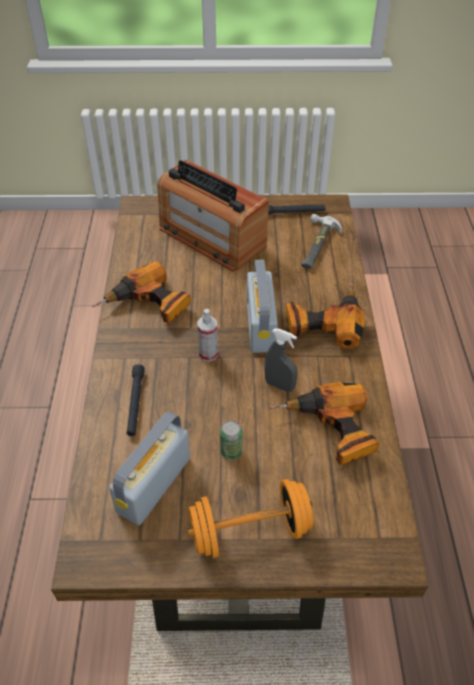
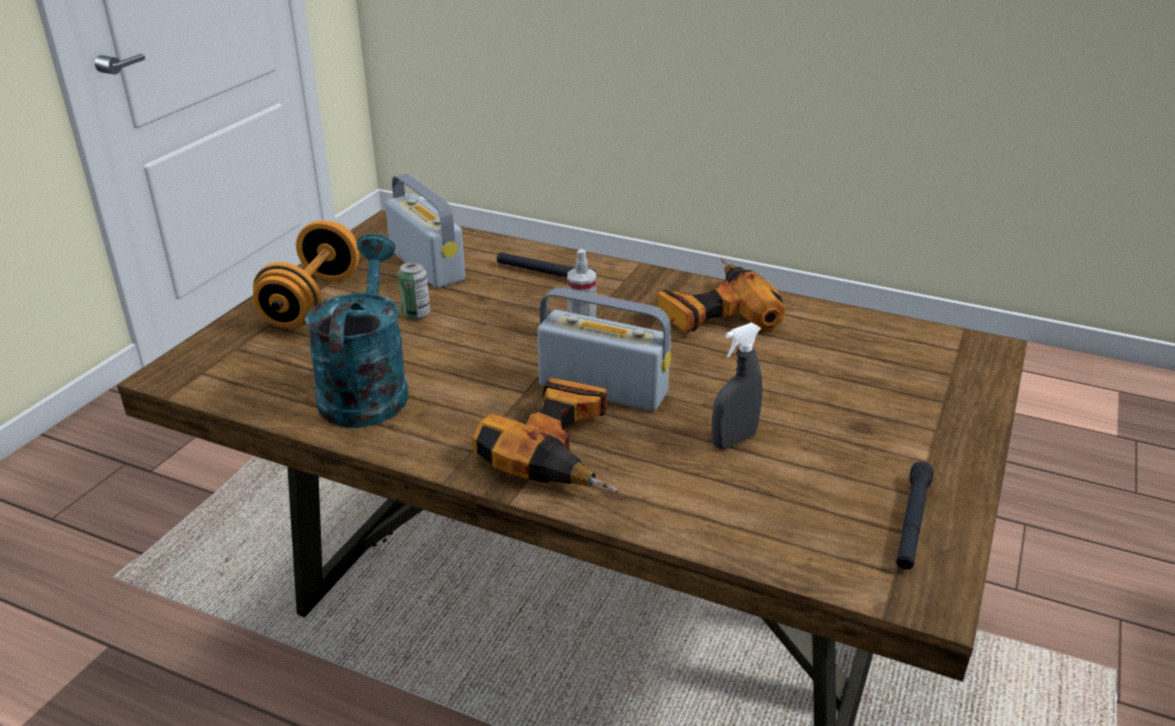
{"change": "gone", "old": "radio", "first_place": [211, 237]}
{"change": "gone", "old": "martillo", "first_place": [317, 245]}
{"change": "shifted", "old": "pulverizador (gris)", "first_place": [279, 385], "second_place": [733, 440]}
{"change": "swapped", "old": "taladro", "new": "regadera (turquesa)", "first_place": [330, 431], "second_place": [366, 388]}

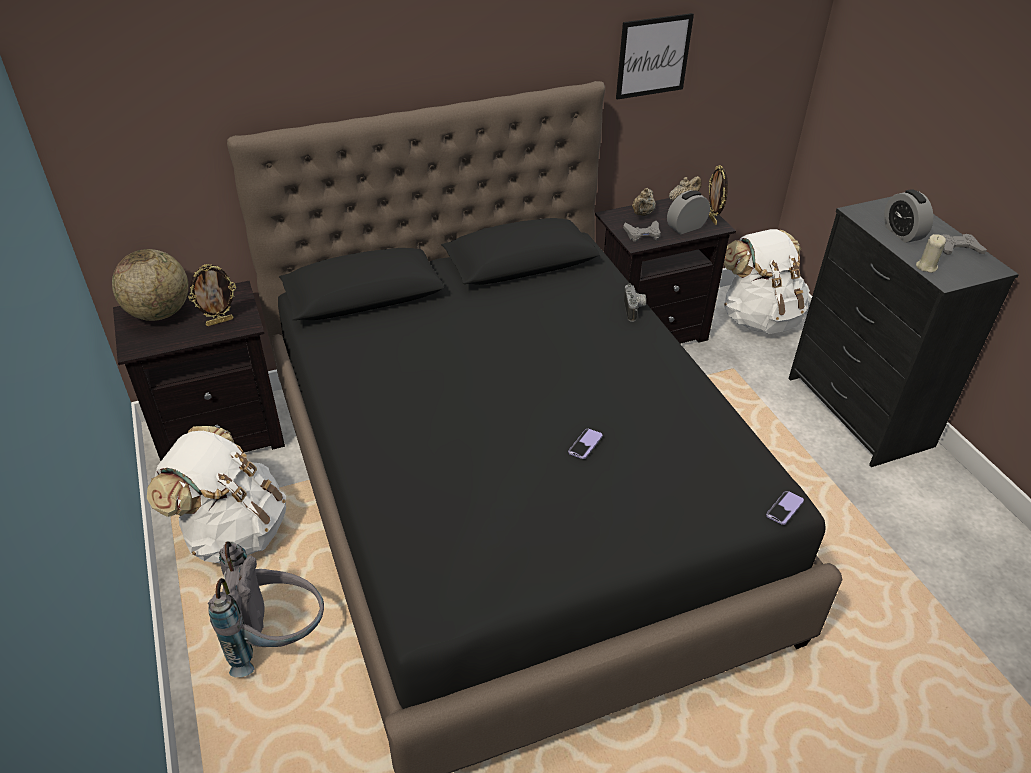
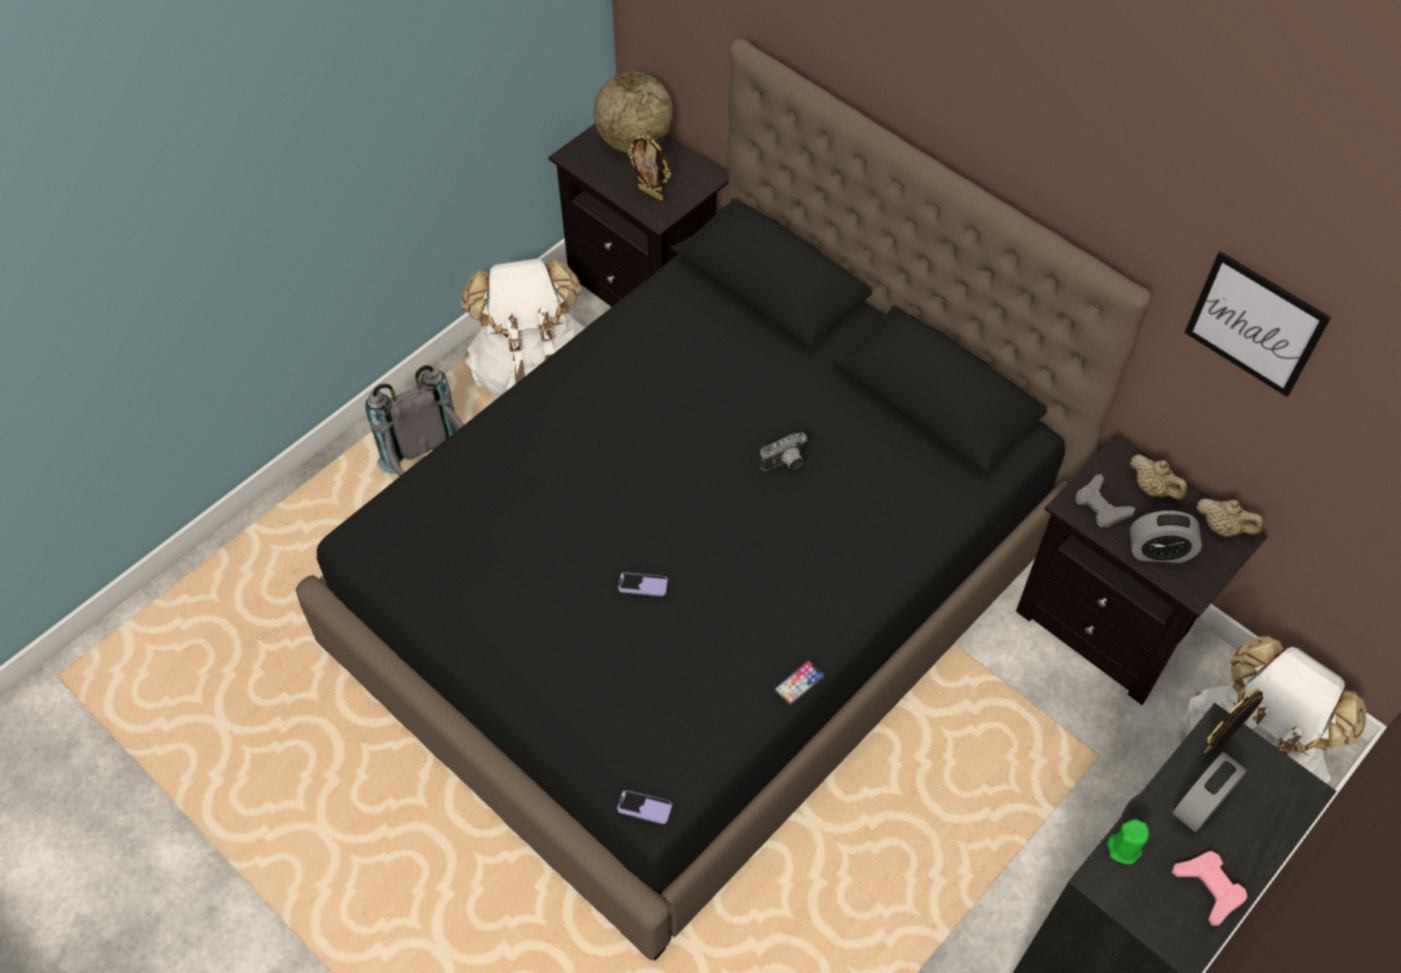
{"change": "shifted", "old": "portarretratos", "first_place": [712, 219], "second_place": [1218, 743]}
{"change": "rotated", "old": "tetera (beis)", "first_place": [642, 214], "second_place": [1153, 488], "degrees": -135}
{"change": "rotated", "old": "despertador", "first_place": [686, 227], "second_place": [1158, 551], "degrees": 150}
{"change": "repainted", "old": "vela (beis)", "new": "vela (verde)", "first_place": [926, 266], "second_place": [1124, 848]}
{"change": "repainted", "old": "mando de consola (gris)", "new": "mando de consola (rosa)", "first_place": [958, 249], "second_place": [1209, 888]}
{"change": "shifted", "old": "cámara", "first_place": [634, 310], "second_place": [785, 463]}
{"change": "new", "new": "móvil", "second_place": [799, 683]}

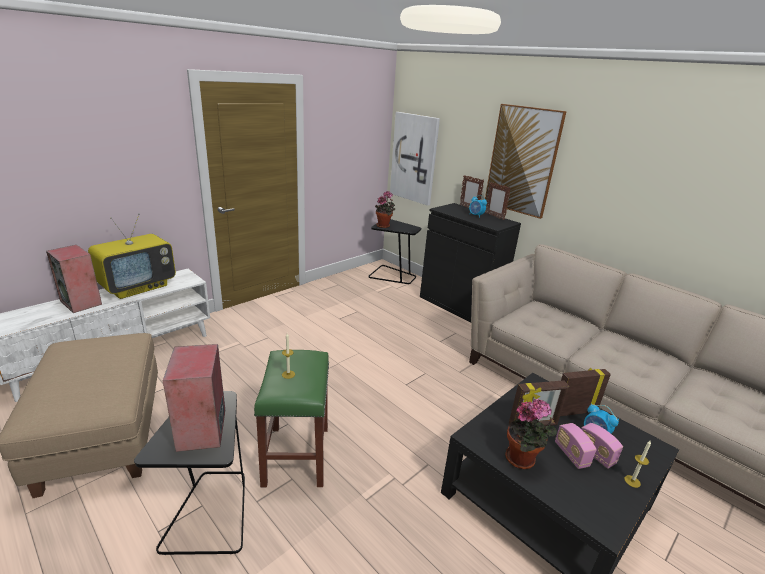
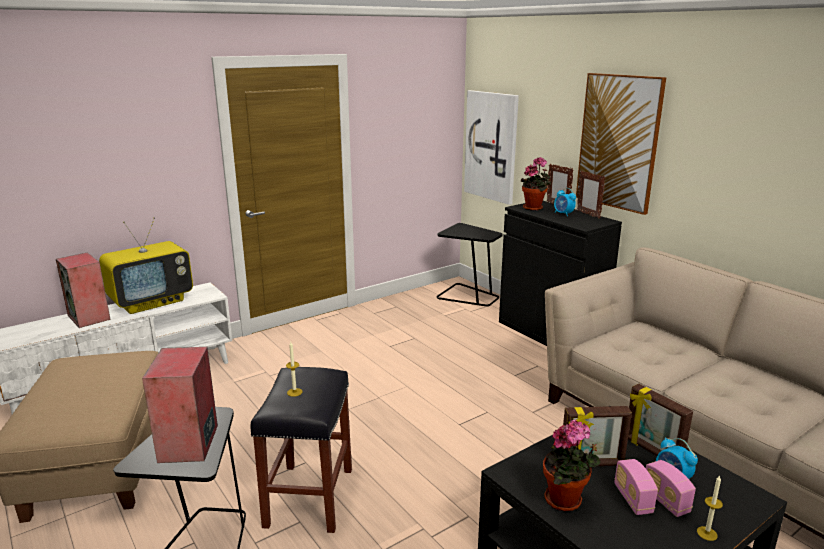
{"change": "shifted", "old": "planta en maceta", "first_place": [384, 226], "second_place": [534, 208]}
{"change": "repainted", "old": "taburete (verde)", "new": "taburete (negro)", "first_place": [296, 454], "second_place": [309, 496]}
{"change": "rotated", "old": "portarretratos", "first_place": [574, 411], "second_place": [652, 451], "degrees": -120}

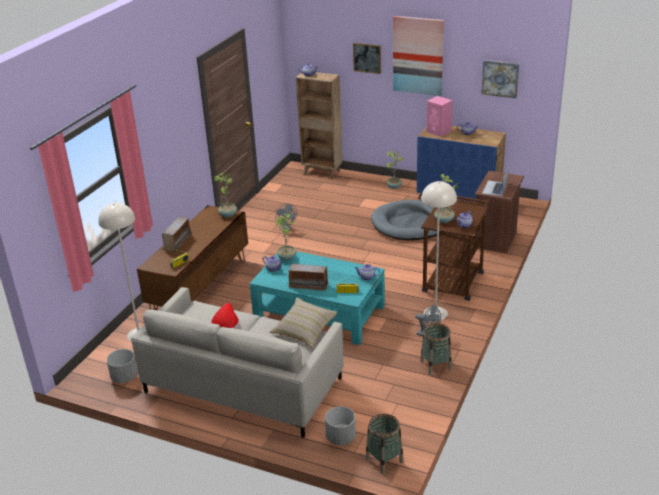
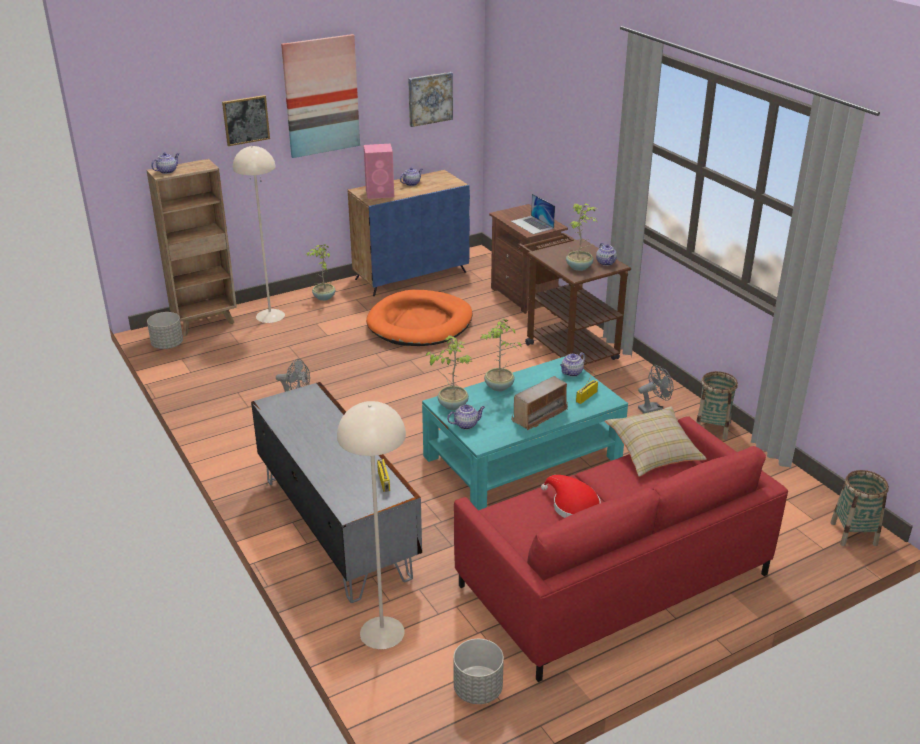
{"change": "shifted", "old": "planta en maceta", "first_place": [227, 215], "second_place": [498, 387]}
{"change": "shifted", "old": "lámpara de pie (beis)", "first_place": [435, 313], "second_place": [270, 315]}
{"change": "repainted", "old": "cama para perro (gris)", "new": "cama para perro (naranja)", "first_place": [410, 224], "second_place": [420, 323]}
{"change": "repainted", "old": "mueble de televisión (marrón)", "new": "mueble de televisión (gris)", "first_place": [200, 287], "second_place": [336, 526]}
{"change": "gone", "old": "radio", "first_place": [178, 242]}
{"change": "repainted", "old": "sofá (beis)", "new": "sofá (rojo)", "first_place": [243, 384], "second_place": [612, 579]}
{"change": "shifted", "old": "maceta (gris)", "first_place": [340, 438], "second_place": [167, 345]}

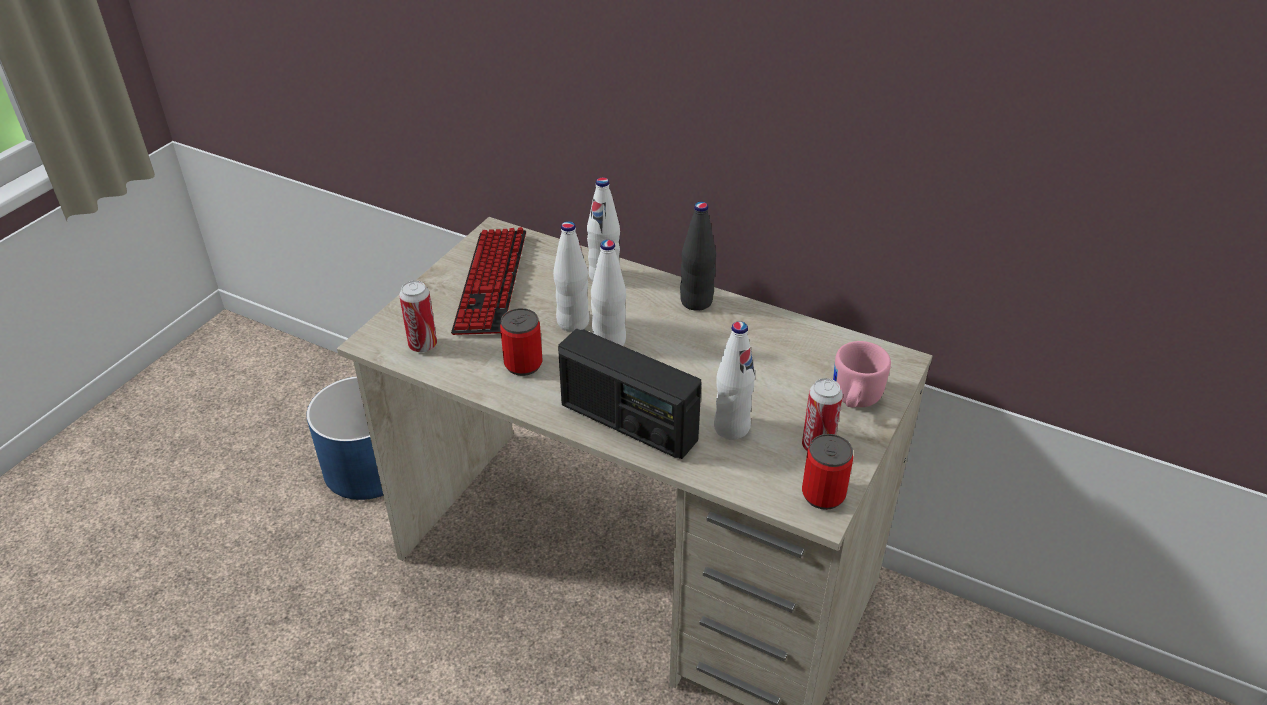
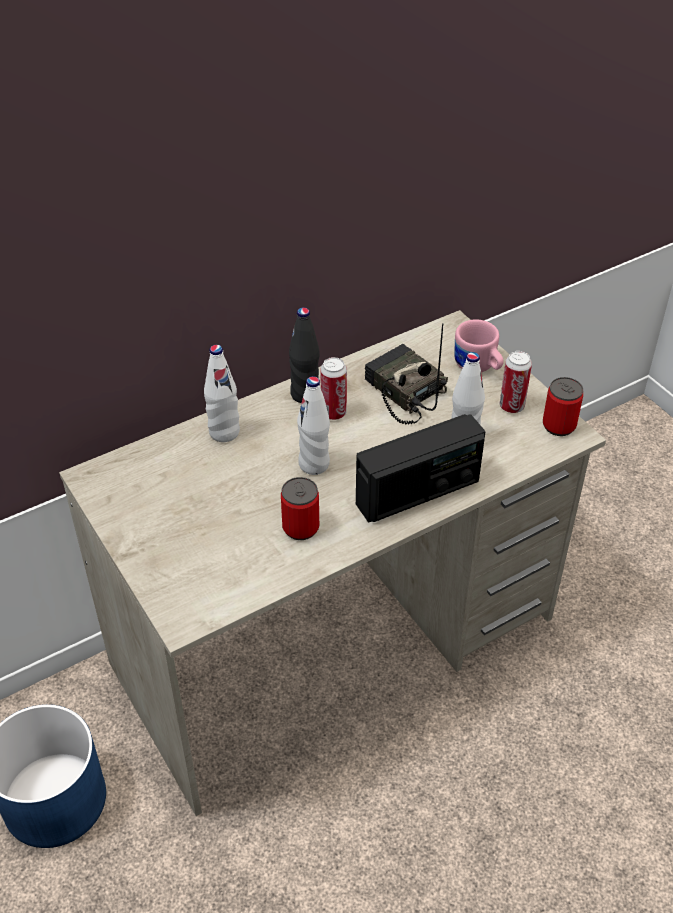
{"change": "gone", "old": "botella (blanco)", "first_place": [573, 322]}
{"change": "gone", "old": "teclado", "first_place": [491, 283]}
{"change": "shifted", "old": "lata", "first_place": [423, 345], "second_place": [333, 413]}
{"change": "new", "new": "radio", "second_place": [402, 391]}

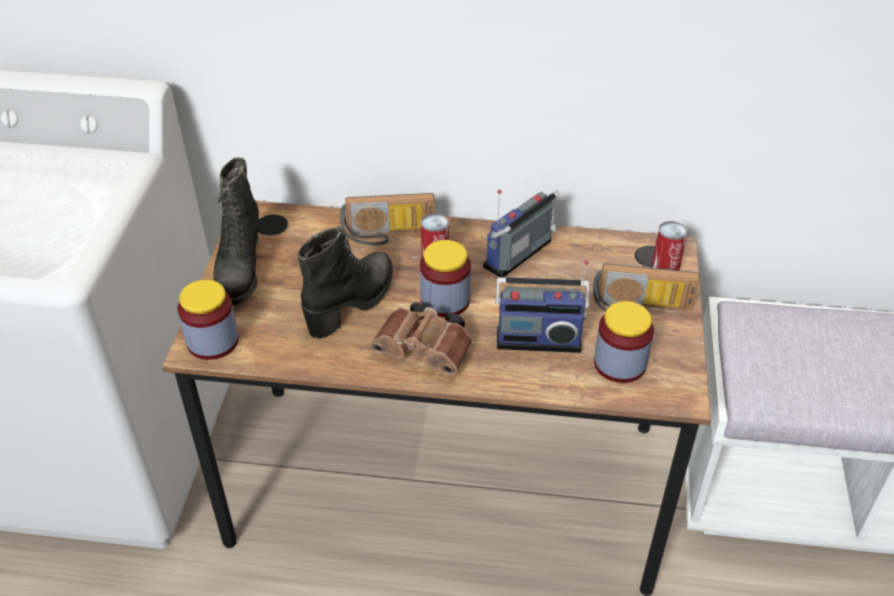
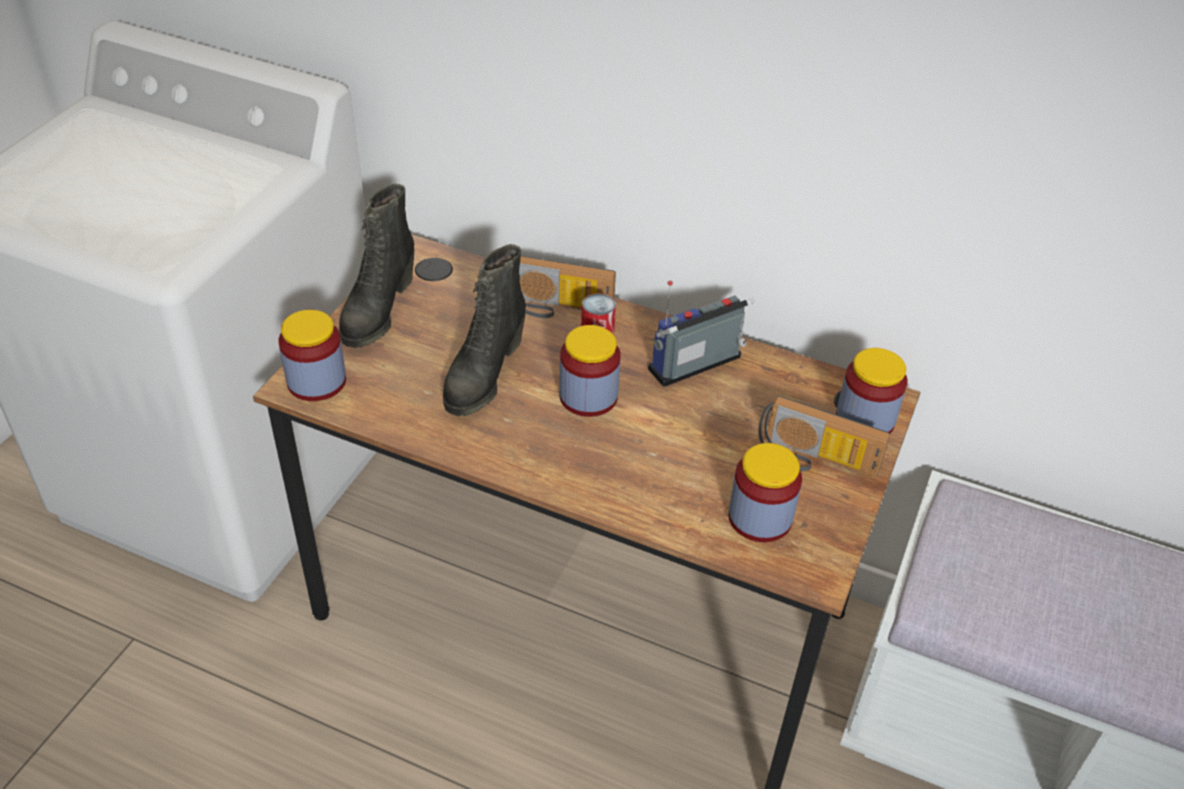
{"change": "swapped", "old": "lata", "new": "tarro", "first_place": [665, 267], "second_place": [865, 419]}
{"change": "rotated", "old": "bota (negro)", "first_place": [352, 303], "second_place": [483, 375], "degrees": 150}
{"change": "gone", "old": "radio", "first_place": [538, 337]}
{"change": "gone", "old": "prismáticos (marrón)", "first_place": [426, 351]}

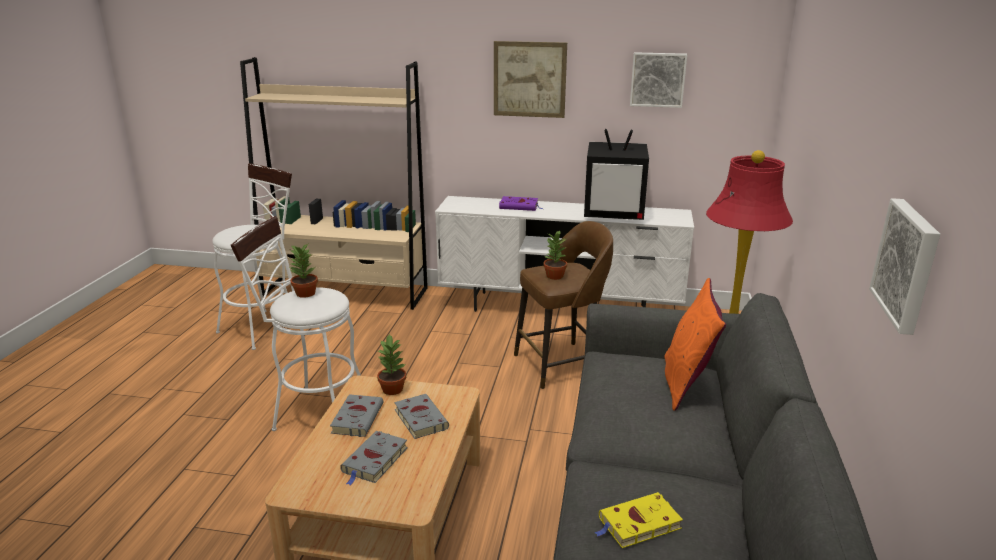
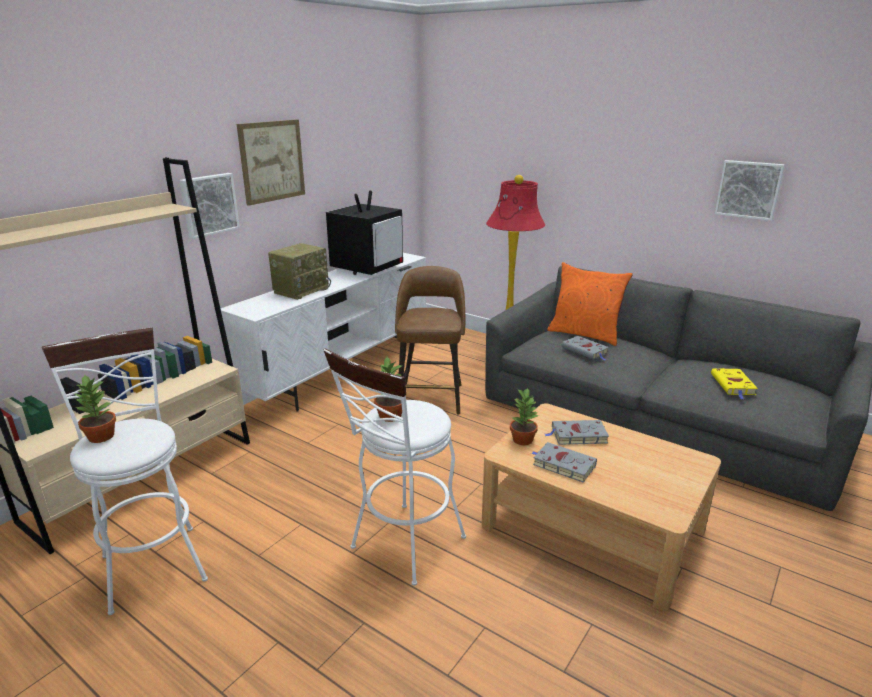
{"change": "shifted", "old": "cuadro", "first_place": [657, 79], "second_place": [208, 204]}
{"change": "swapped", "old": "libro (morado)", "new": "radio", "first_place": [520, 206], "second_place": [301, 290]}
{"change": "shifted", "old": "planta en maceta", "first_place": [554, 276], "second_place": [101, 437]}
{"change": "shifted", "old": "libro (gris)", "first_place": [374, 461], "second_place": [585, 351]}

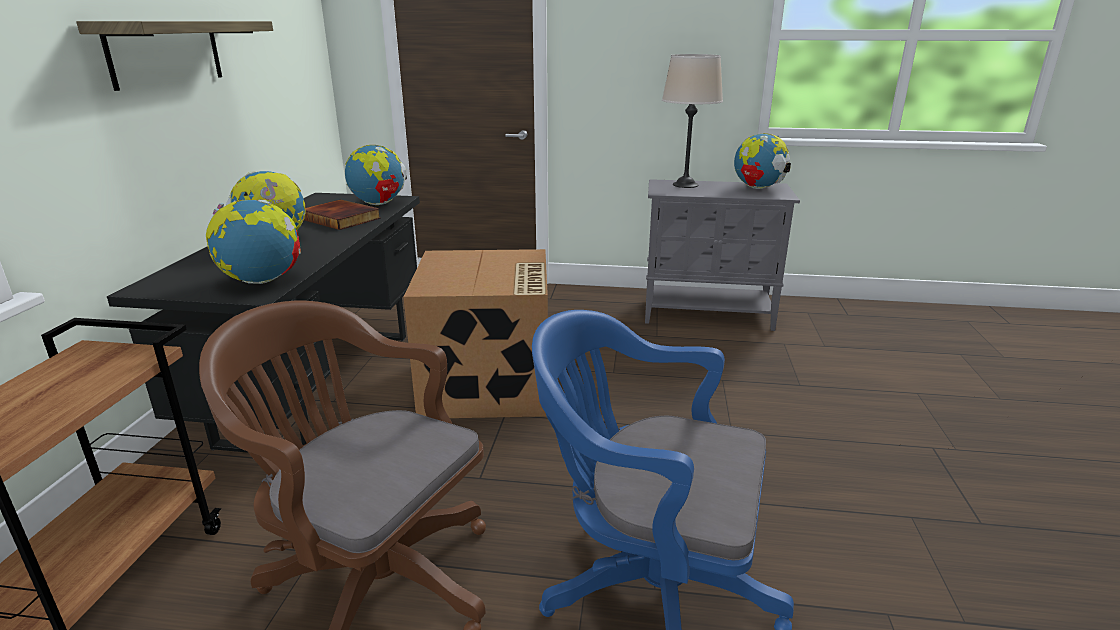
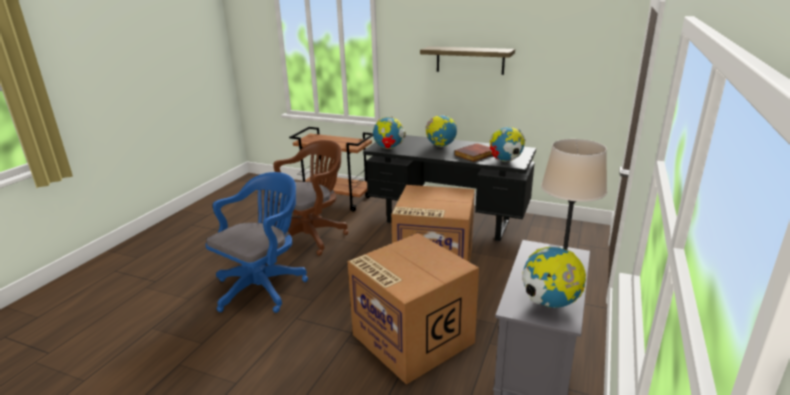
{"change": "new", "new": "caja de cartón", "second_place": [410, 338]}

